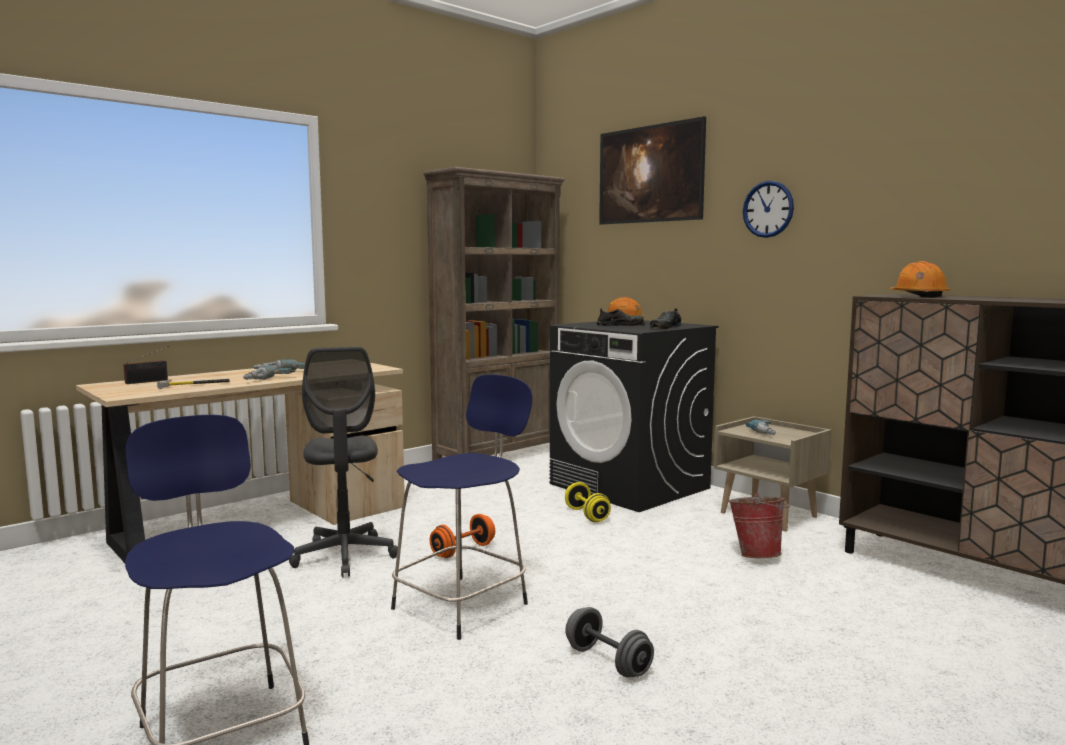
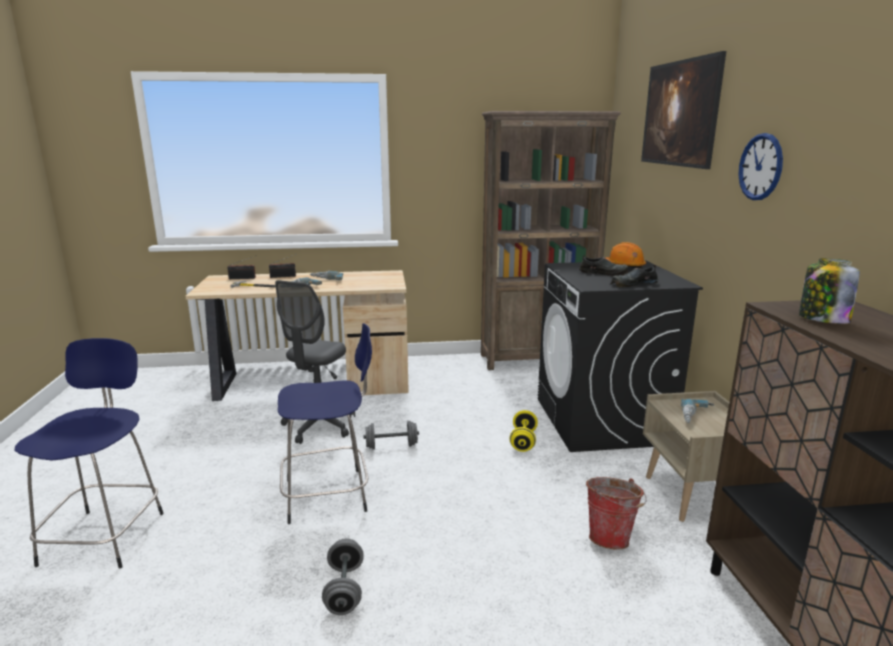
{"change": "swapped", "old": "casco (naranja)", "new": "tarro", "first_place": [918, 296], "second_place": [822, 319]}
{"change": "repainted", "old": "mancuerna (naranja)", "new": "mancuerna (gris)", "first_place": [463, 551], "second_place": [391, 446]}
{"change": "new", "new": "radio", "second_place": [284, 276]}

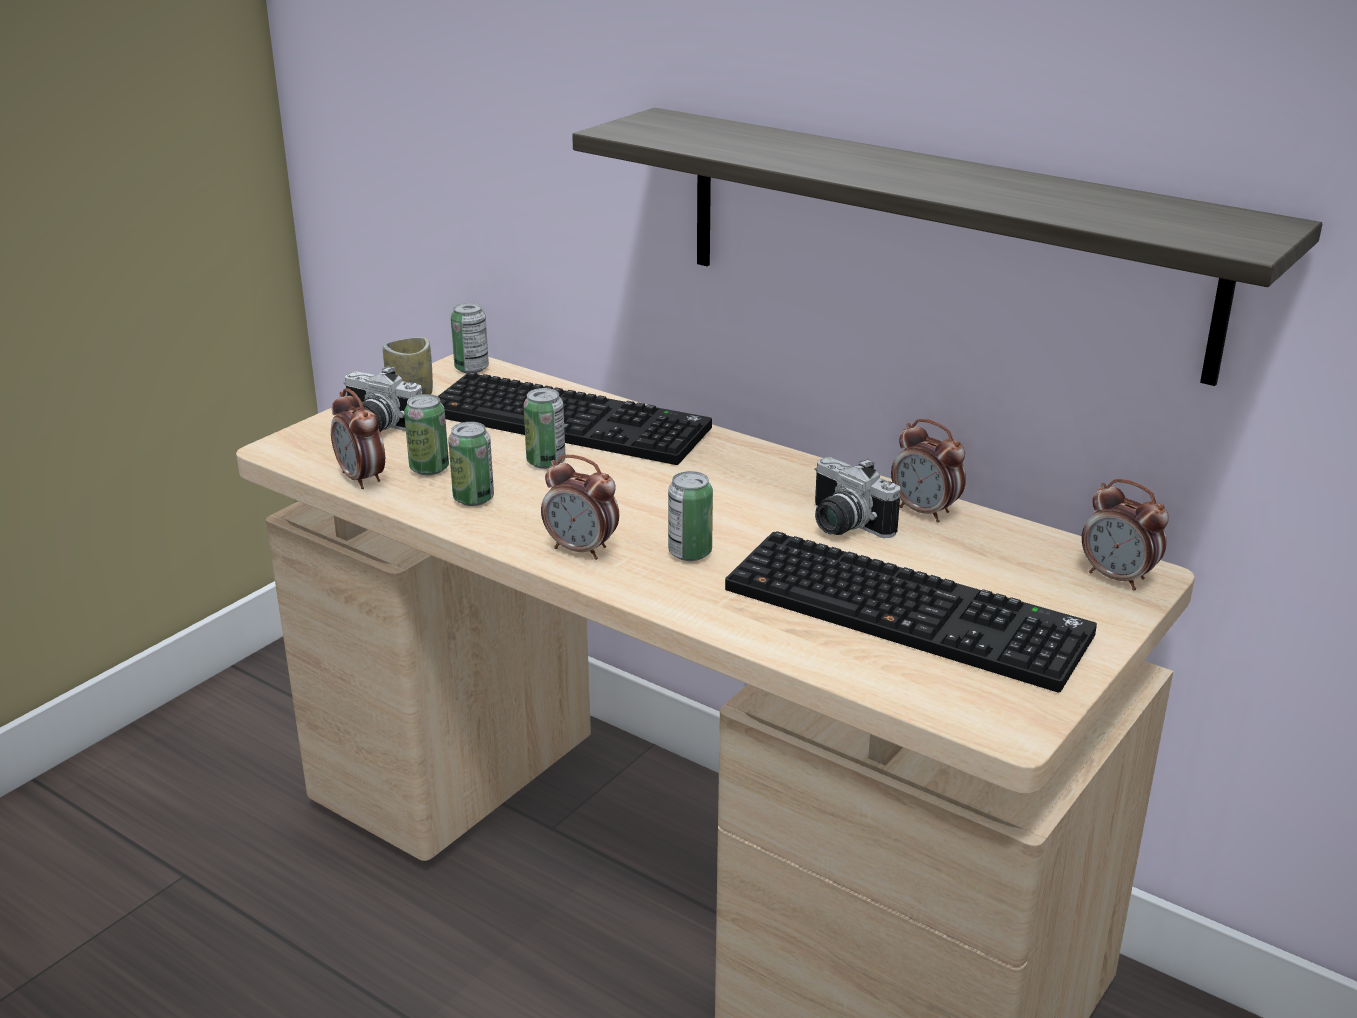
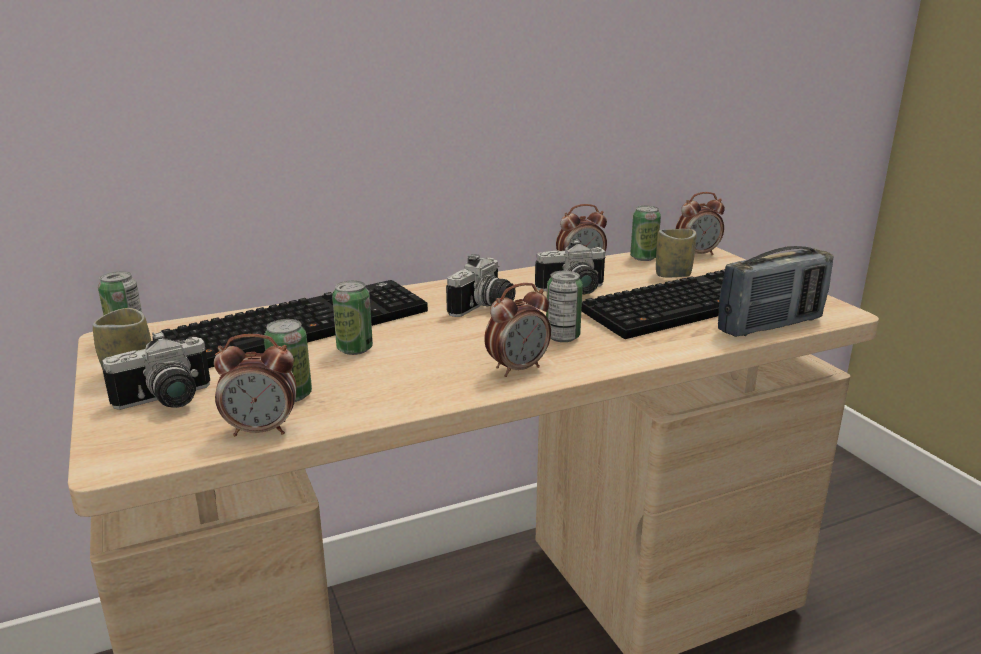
{"change": "gone", "old": "estante", "first_place": [939, 239]}
{"change": "shifted", "old": "lata", "first_place": [473, 498], "second_place": [643, 257]}
{"change": "new", "new": "taza", "second_place": [673, 275]}
{"change": "new", "new": "radio", "second_place": [770, 325]}
{"change": "new", "new": "cámara", "second_place": [485, 307]}

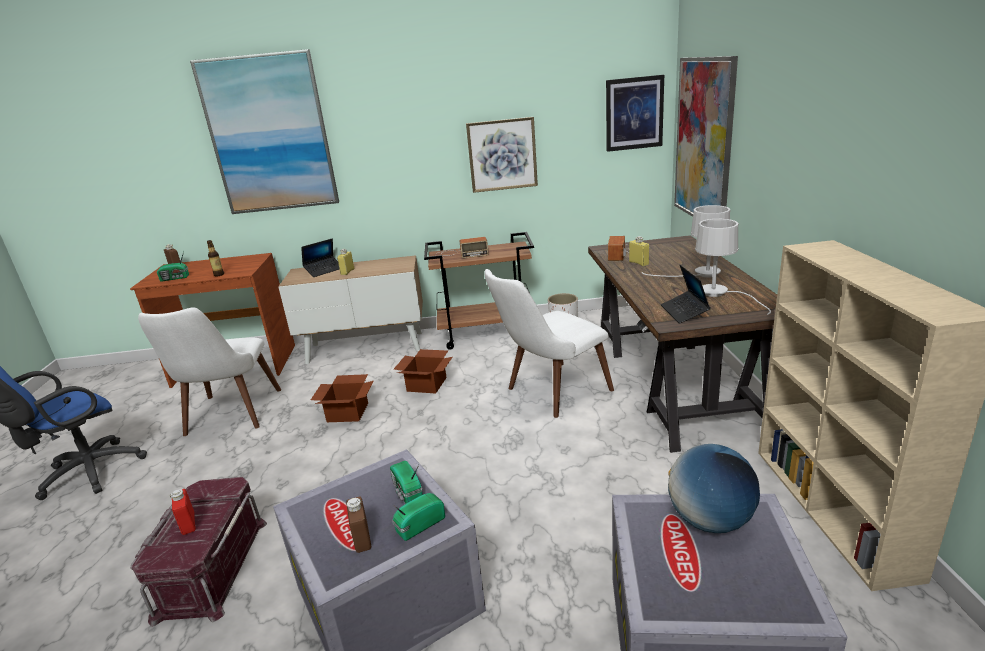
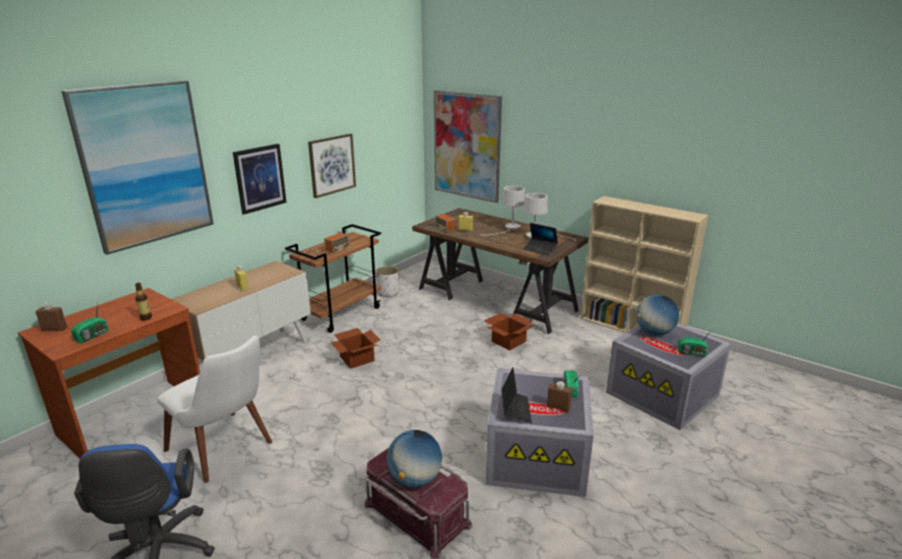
{"change": "shifted", "old": "cuadro", "first_place": [634, 113], "second_place": [260, 178]}
{"change": "shifted", "old": "portátil", "first_place": [324, 270], "second_place": [515, 409]}
{"change": "gone", "old": "silla (blanco)", "first_place": [549, 394]}
{"change": "shifted", "old": "caja de cartón", "first_place": [349, 412], "second_place": [508, 341]}
{"change": "shifted", "old": "radio", "first_place": [407, 492], "second_place": [692, 353]}
{"change": "swapped", "old": "botella (rojo)", "new": "globo terráqueo", "first_place": [188, 524], "second_place": [415, 479]}

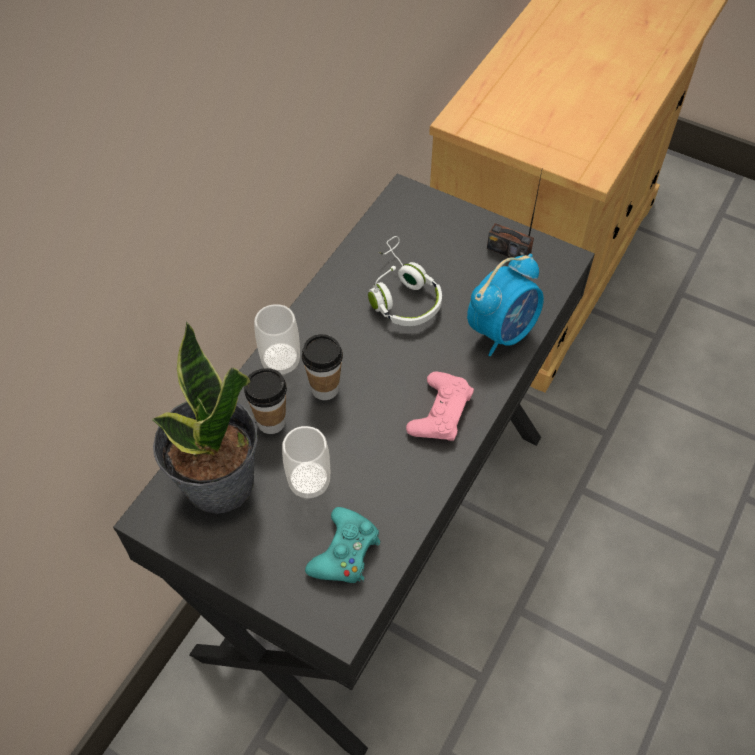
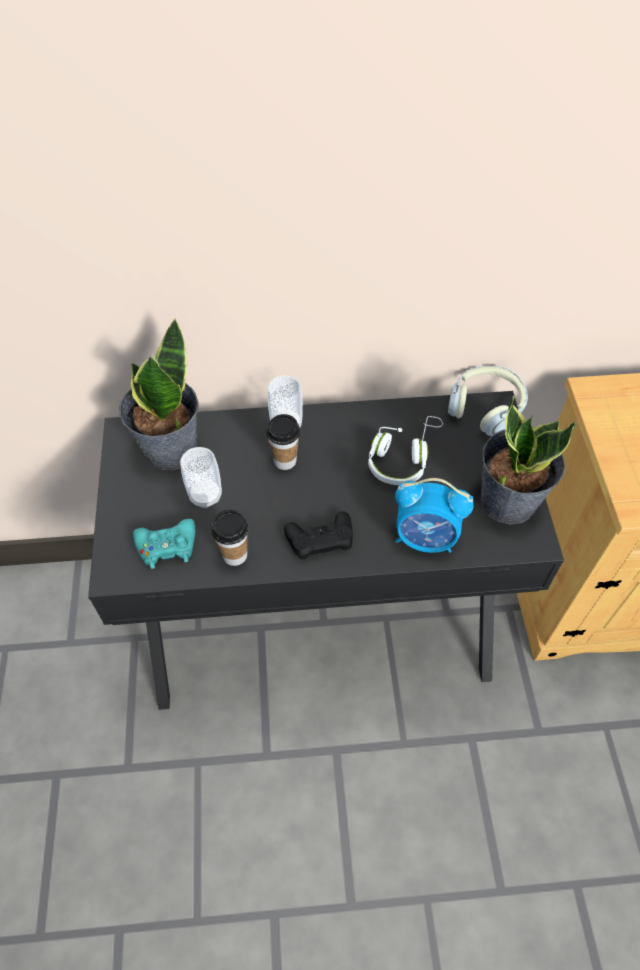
{"change": "swapped", "old": "radio", "new": "planta en maceta", "first_place": [508, 250], "second_place": [507, 500]}
{"change": "shifted", "old": "taza", "first_place": [271, 422], "second_place": [235, 555]}
{"change": "repainted", "old": "mando de consola (rosa)", "new": "mando de consola (negro)", "first_place": [440, 412], "second_place": [320, 538]}
{"change": "new", "new": "auriculares", "second_place": [486, 407]}

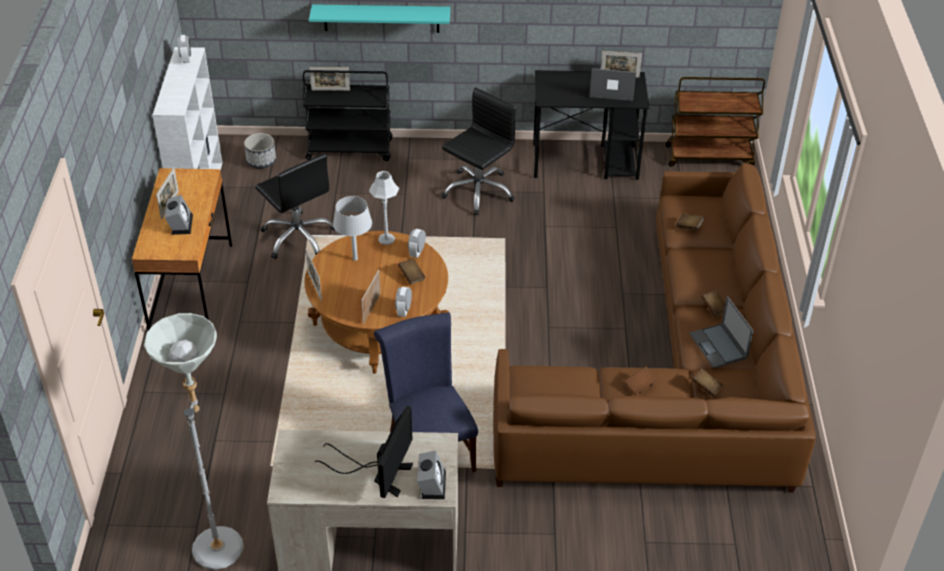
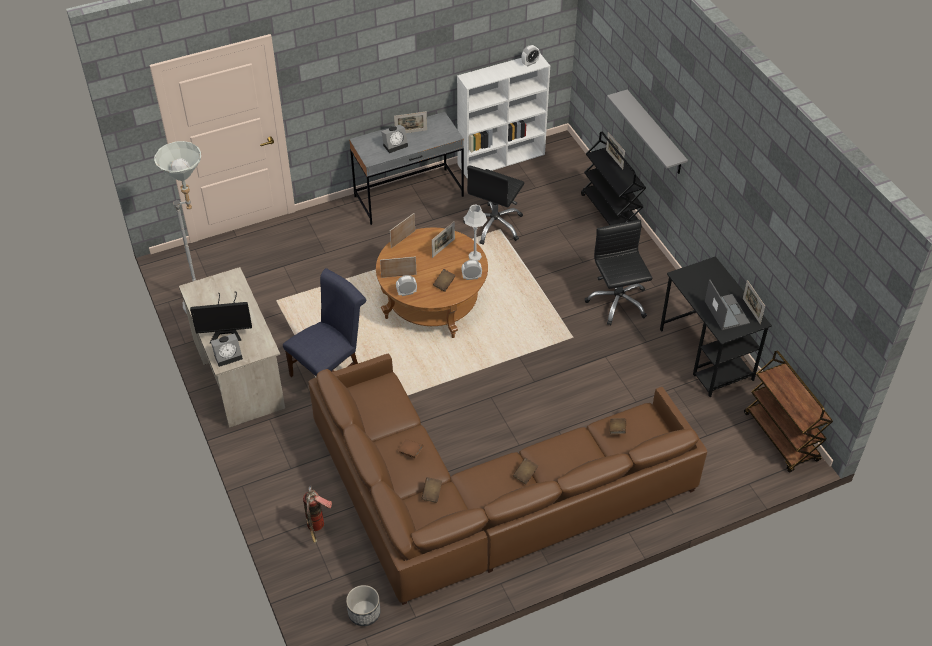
{"change": "repainted", "old": "estante (turquesa)", "new": "estante (gris)", "first_place": [381, 18], "second_place": [655, 133]}
{"change": "rotated", "old": "silla de oficina (negro)", "first_place": [478, 191], "second_place": [617, 302], "degrees": -120}
{"change": "shifted", "old": "maceta", "first_place": [261, 161], "second_place": [364, 613]}
{"change": "repainted", "old": "escritorio (marrón)", "new": "escritorio (gris)", "first_place": [192, 289], "second_place": [409, 196]}
{"change": "swapped", "old": "lámpara de mesa (gris)", "new": "portarretratos", "first_place": [355, 259], "second_place": [443, 248]}
{"change": "gone", "old": "portátil", "first_place": [718, 346]}
{"change": "new", "new": "extintor", "second_place": [317, 529]}

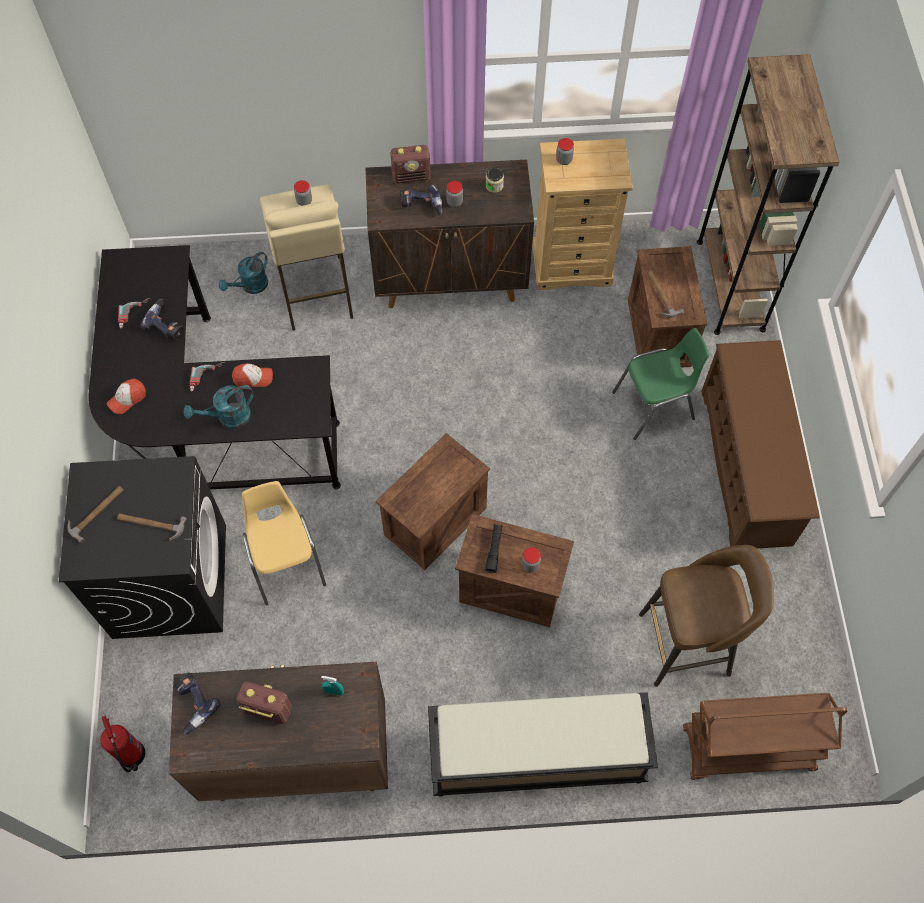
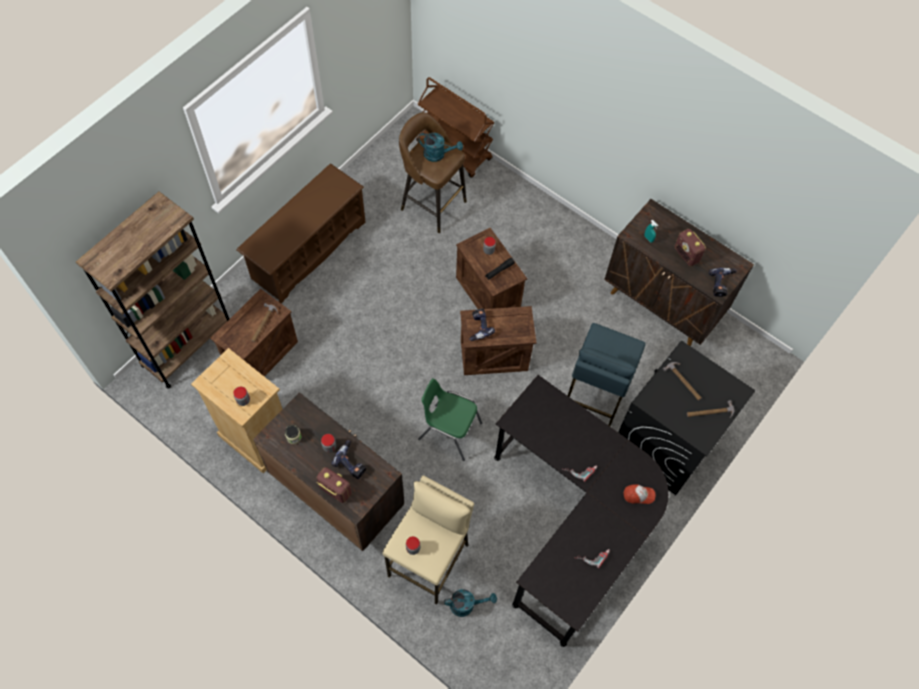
{"change": "shifted", "old": "taladro", "first_place": [166, 324], "second_place": [478, 327]}
{"change": "shifted", "old": "silla (verde)", "first_place": [654, 406], "second_place": [449, 431]}
{"change": "gone", "old": "gorra", "first_place": [253, 378]}
{"change": "shifted", "old": "regadera (turquesa)", "first_place": [228, 418], "second_place": [438, 155]}
{"change": "swapped", "old": "silla (amarillo)", "new": "taburete (azul)", "first_place": [286, 563], "second_place": [593, 399]}
{"change": "gone", "old": "banco (negro)", "first_place": [535, 757]}
{"change": "gone", "old": "extintor", "first_place": [132, 756]}

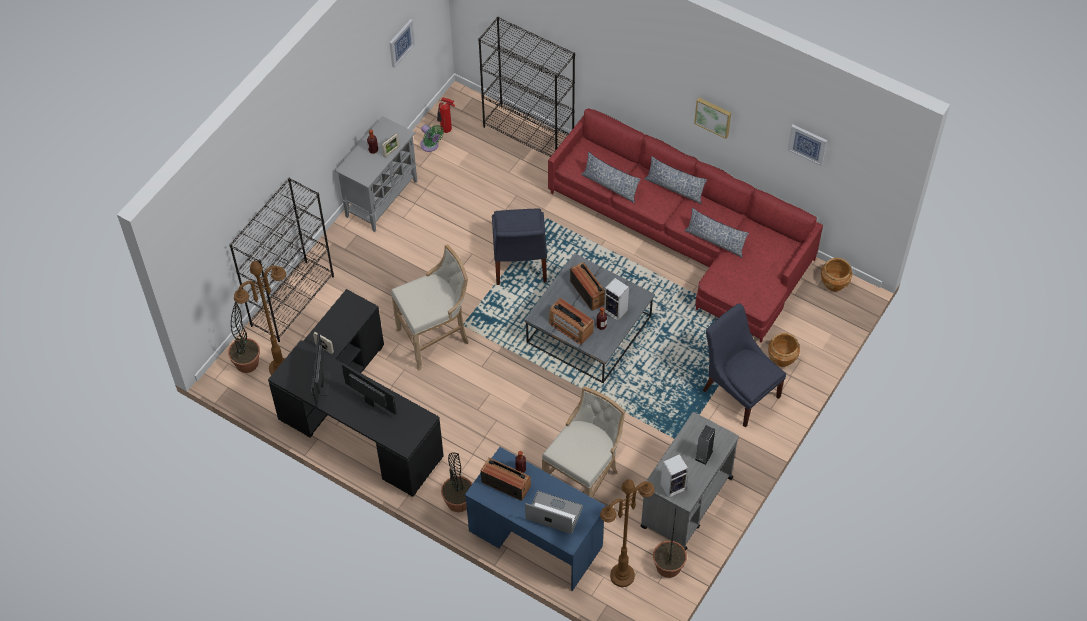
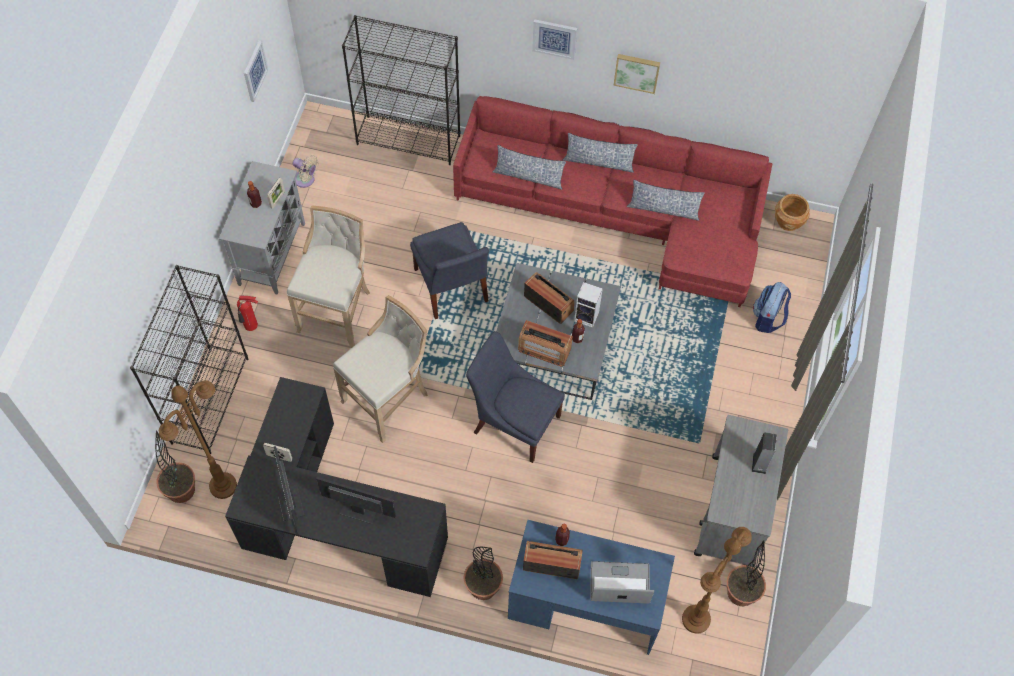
{"change": "shifted", "old": "extintor", "first_place": [446, 129], "second_place": [251, 326]}
{"change": "repainted", "old": "ventilador (verde)", "new": "ventilador (beis)", "first_place": [430, 146], "second_place": [306, 180]}
{"change": "shifted", "old": "cuadro", "first_place": [807, 144], "second_place": [554, 38]}
{"change": "shifted", "old": "silla (azul)", "first_place": [739, 390], "second_place": [514, 421]}
{"change": "swapped", "old": "maceta (marrón)", "new": "mochila", "first_place": [782, 358], "second_place": [768, 318]}
{"change": "shifted", "old": "taburete (beis)", "first_place": [584, 482], "second_place": [338, 310]}
{"change": "gone", "old": "altavoz", "first_place": [673, 486]}

